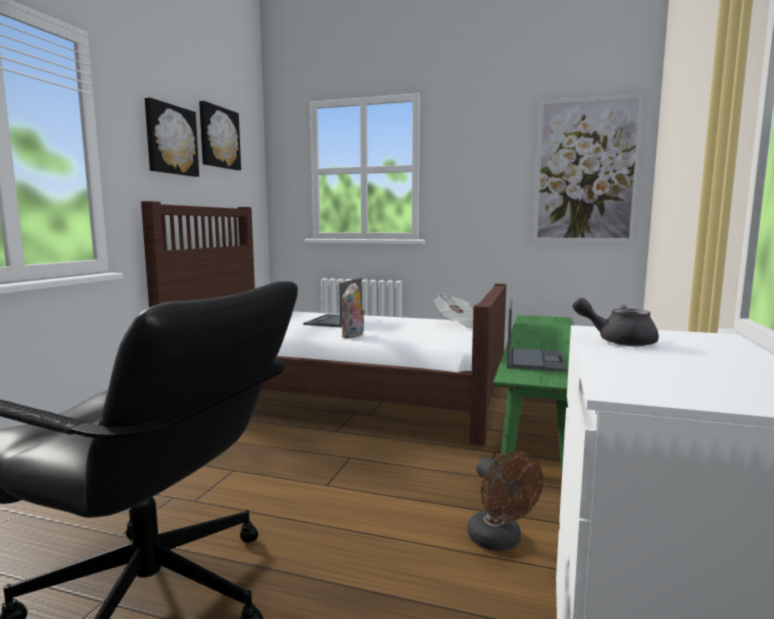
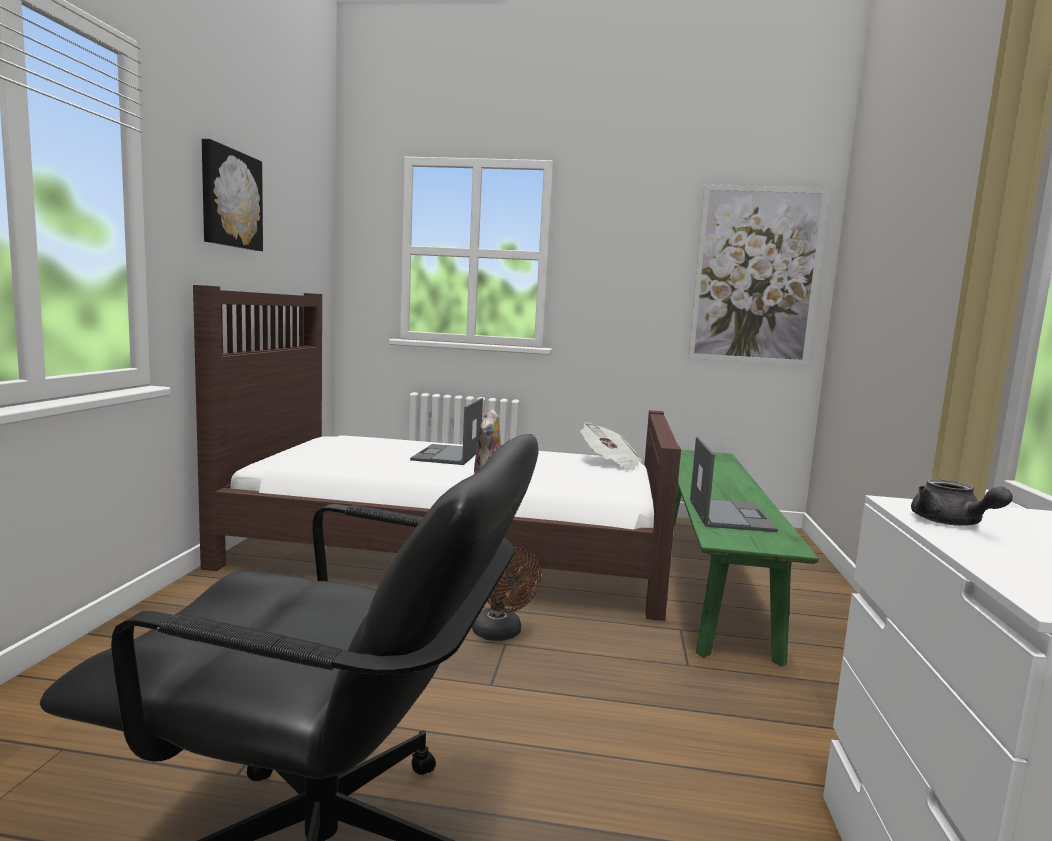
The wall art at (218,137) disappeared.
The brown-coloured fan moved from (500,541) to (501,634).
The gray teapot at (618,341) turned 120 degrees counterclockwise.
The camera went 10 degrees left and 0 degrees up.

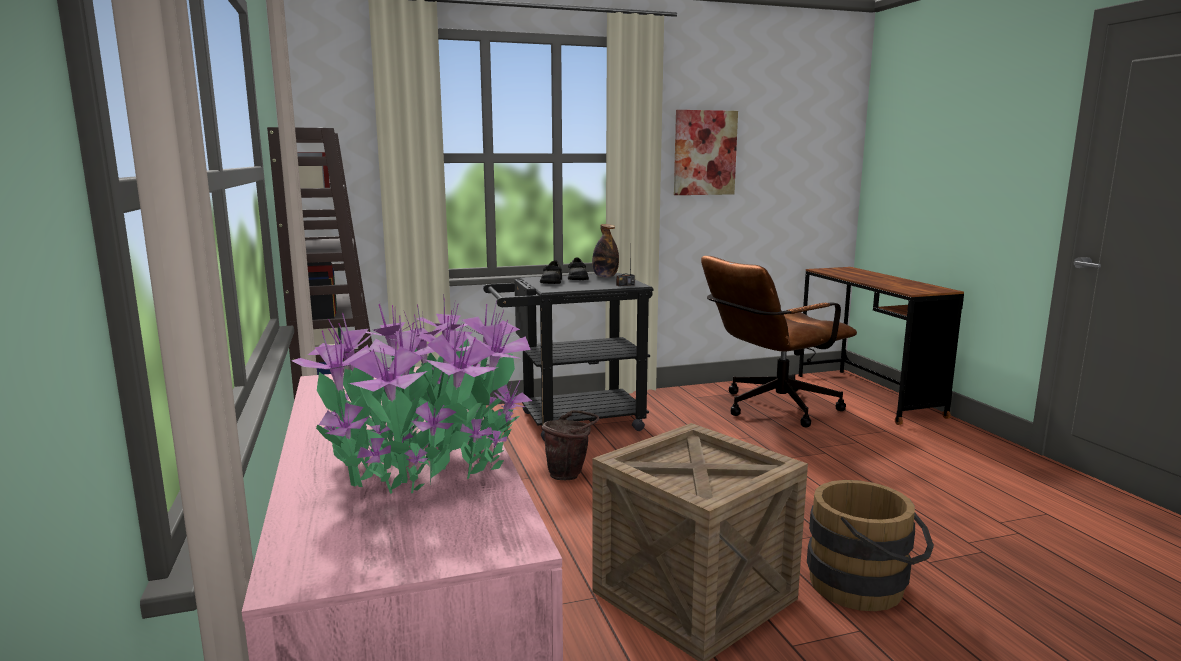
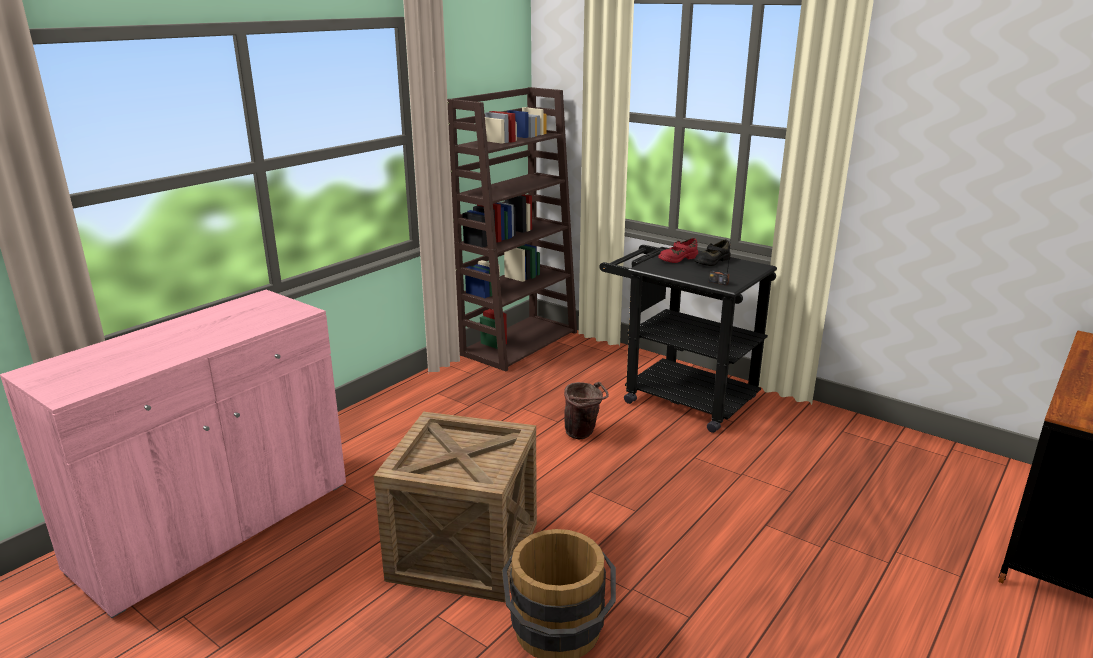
The potted plant at (423,460) disappeared.
The black-coloured shoe at (551,282) became the reddish shoe at (677,259).
The drink bottle at (605,277) disappeared.
The wall art at (704,153) disappeared.
The brown-coloured desk chair at (770,408) disappeared.
The camera went 55 degrees right and 10 degrees up.

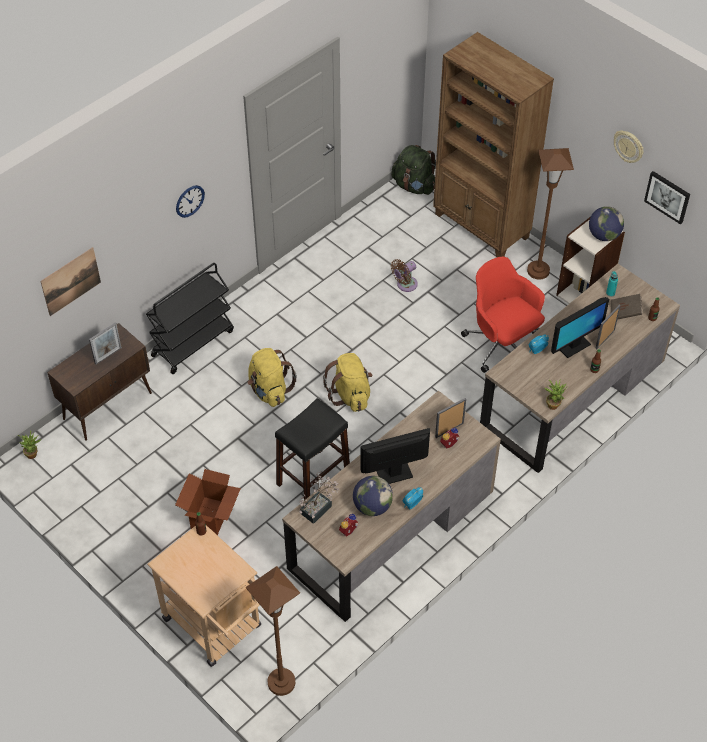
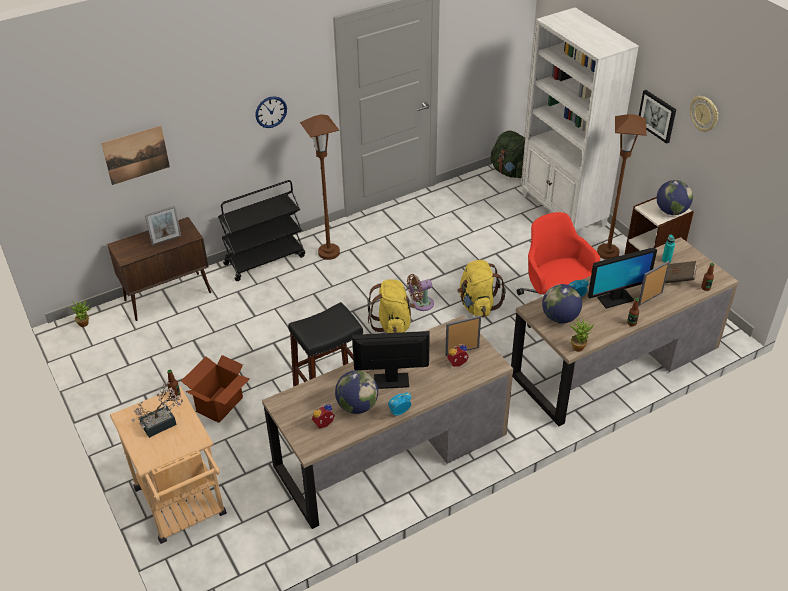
The brown-coloured floor lamp moved from (281,682) to (329,252).
The yellowish knapsack moved from (269,390) to (477,305).
The potted plant moved from (319,507) to (162,423).
The brown-coloured fan moved from (405,285) to (421,304).
The brown-coloured bookcase at (481,226) became the white bookcase at (563,210).
The wall art moved from (667,196) to (657,116).
The globe at (560,318) appeared.
The camera went 15 degrees right and 10 degrees down.

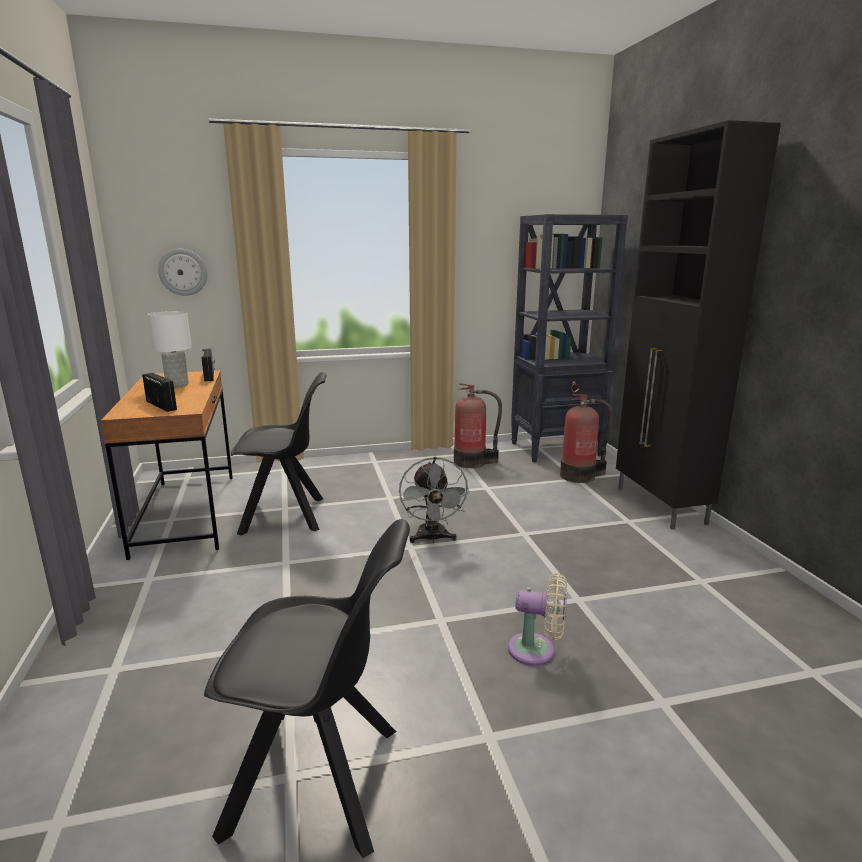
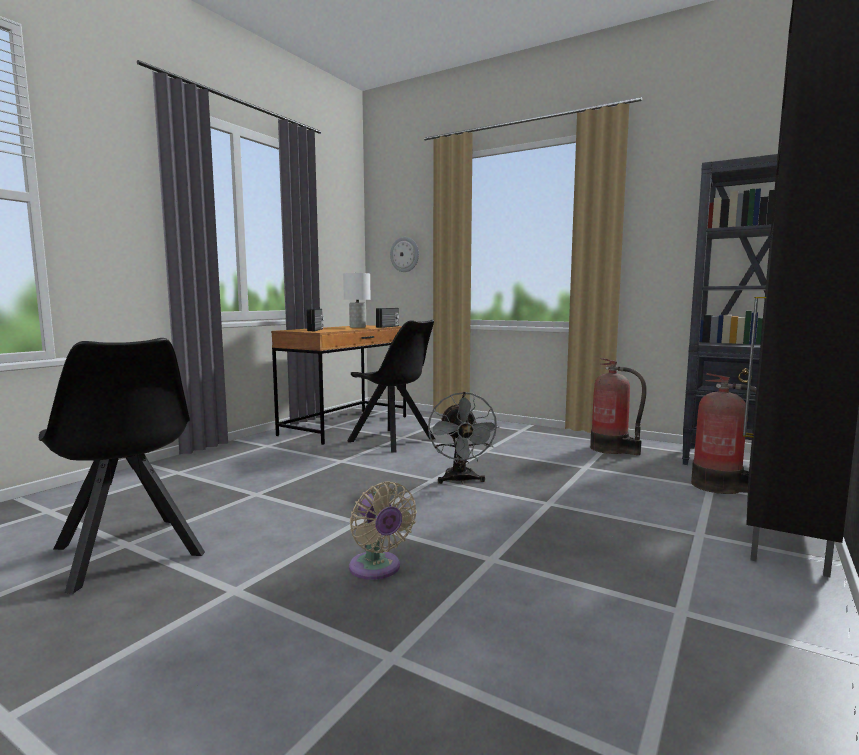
The gray fan at (432,538) turned 45 degrees counterclockwise.
The camera went 45 degrees right and 10 degrees down.

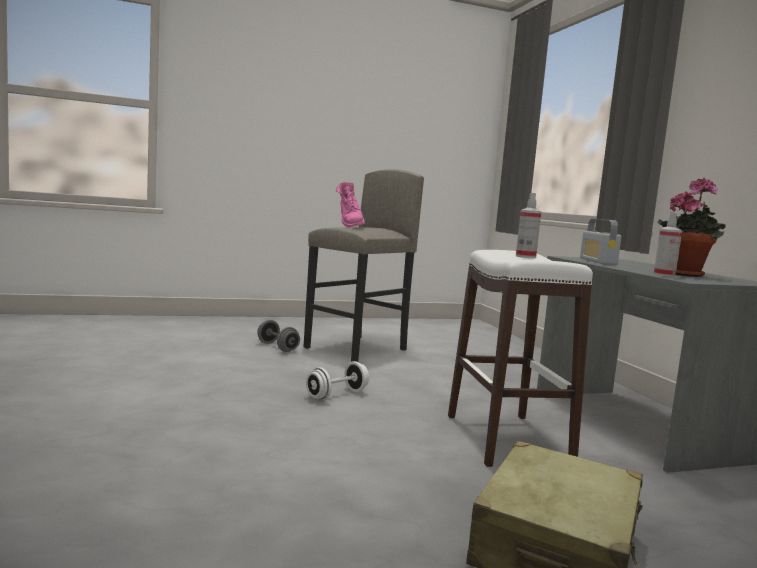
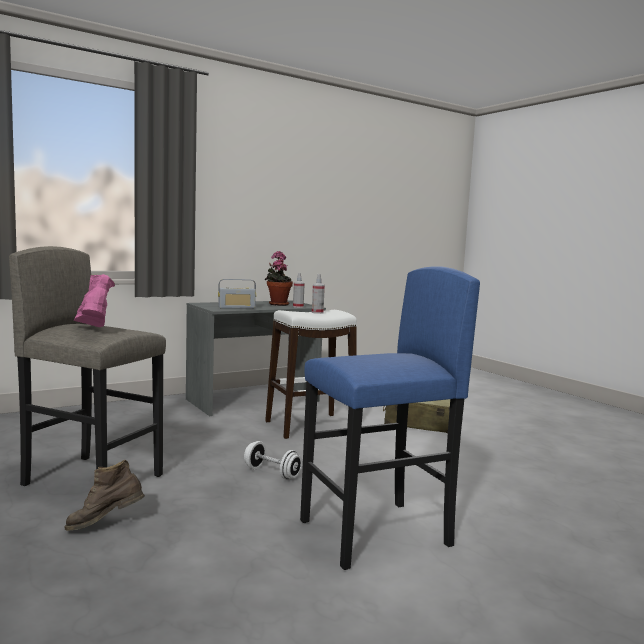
The gray dumbbell at (277,347) was replaced by the brown-coloured tall boot at (105,525).
The pink-coloured tall boot at (349,226) turned 90 degrees counterclockwise.
The blue-coloured stool seat at (376,534) appeared.
The camera went 105 degrees left and 0 degrees up.

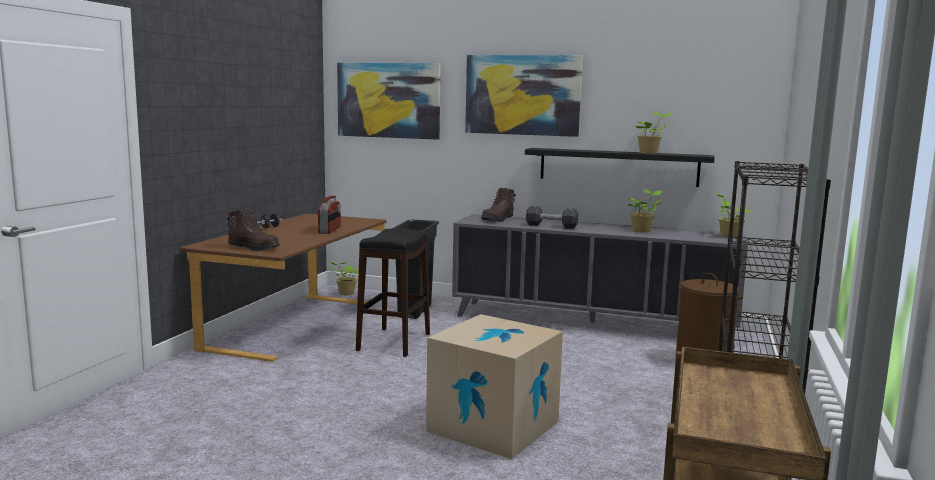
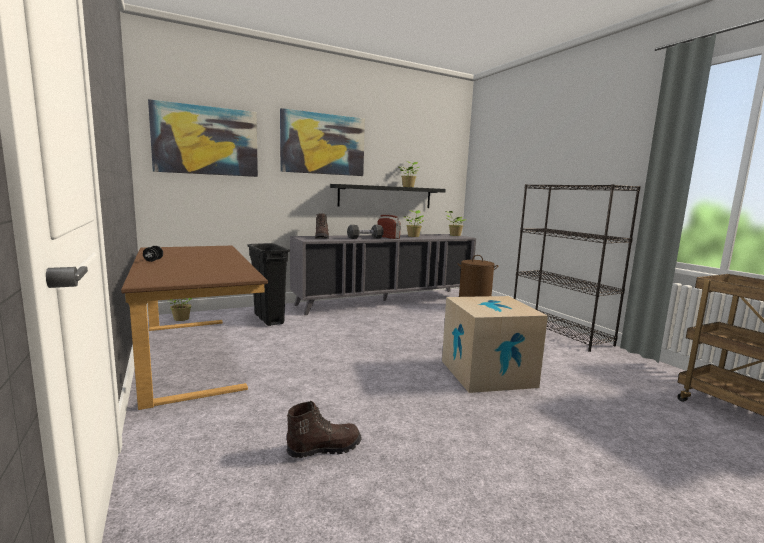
The brown-coloured tall boot moved from (254,248) to (324,448).
The radio set moved from (330,230) to (388,237).
The black-coloured stool seat at (394,342) disappeared.
The camera went 45 degrees left and 0 degrees up.

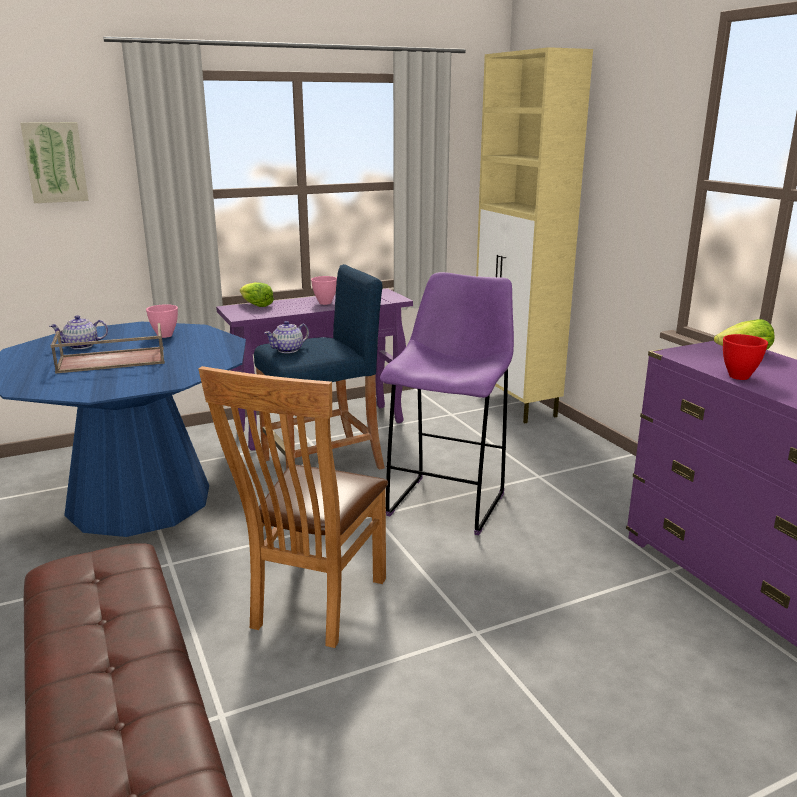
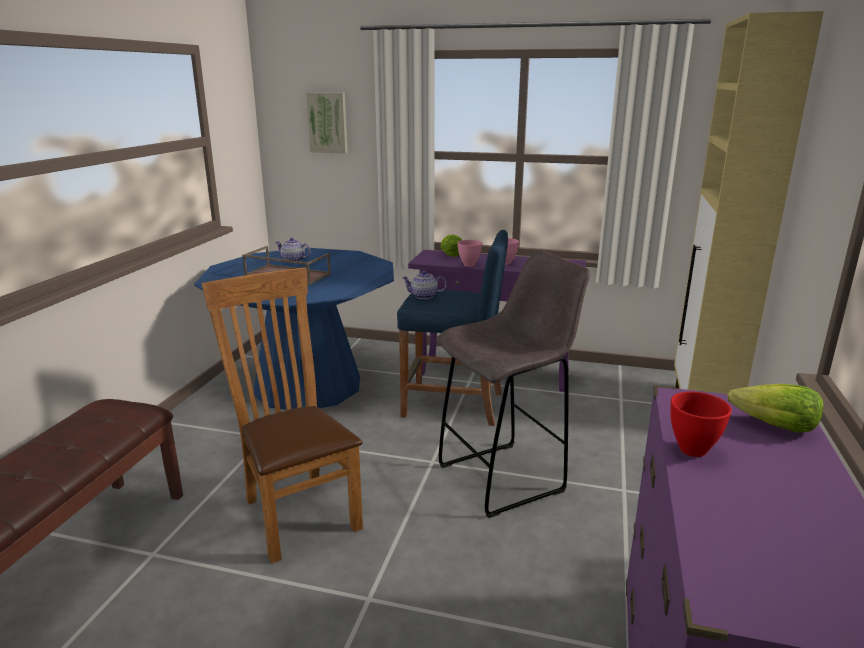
The pink-coloured bowl moved from (164,336) to (468,265).
The brown-coloured plain chair at (313,606) turned 90 degrees clockwise.
The purplish stool seat at (448,502) became the gray stool seat at (504,477).
The camera went 40 degrees right and 0 degrees up.

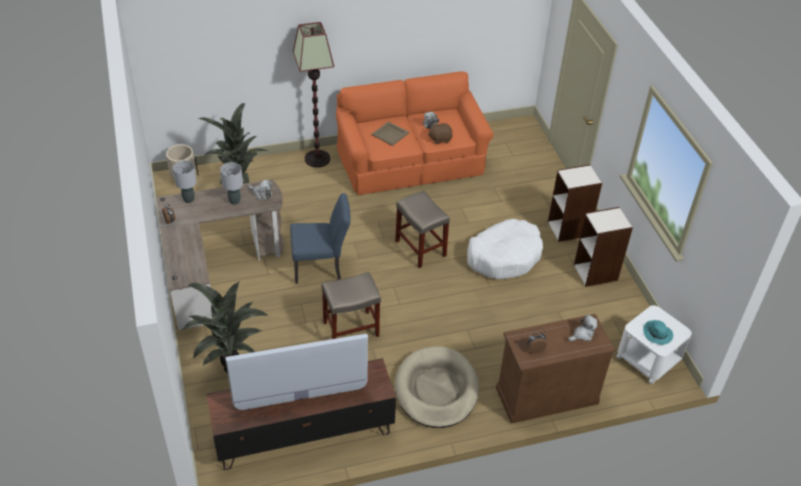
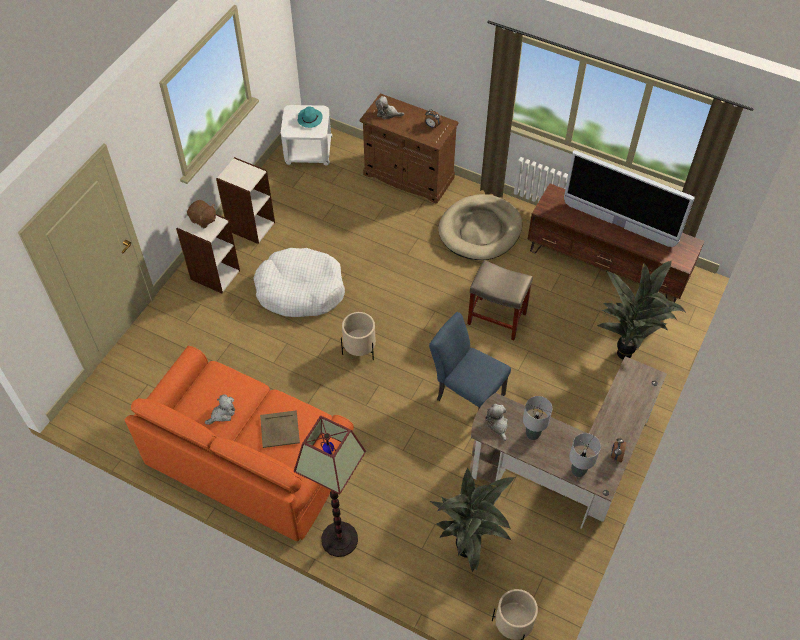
The sand-coloured stool seat at (420,248) was replaced by the sand-coloured planter at (359,349).
The brown-coloured soft toy moved from (440,139) to (203,220).
The camera went 135 degrees left and 10 degrees up.

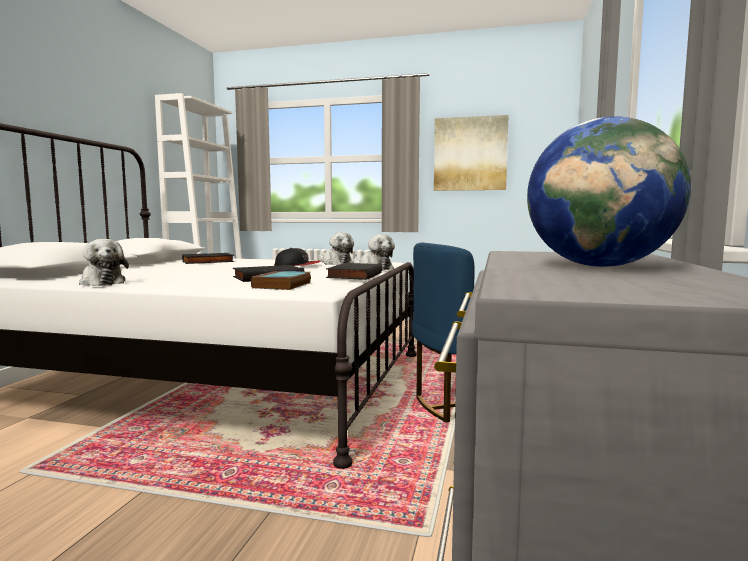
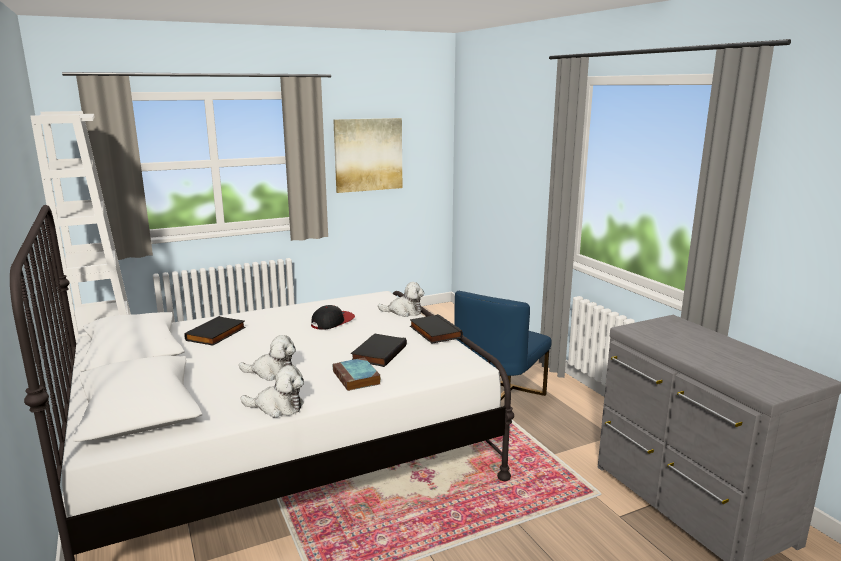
The book moved from (282,285) to (357,378).
The soft toy moved from (335,263) to (272,372).
The globe at (600,266) disappeared.
The camera went 40 degrees left and 10 degrees up.

